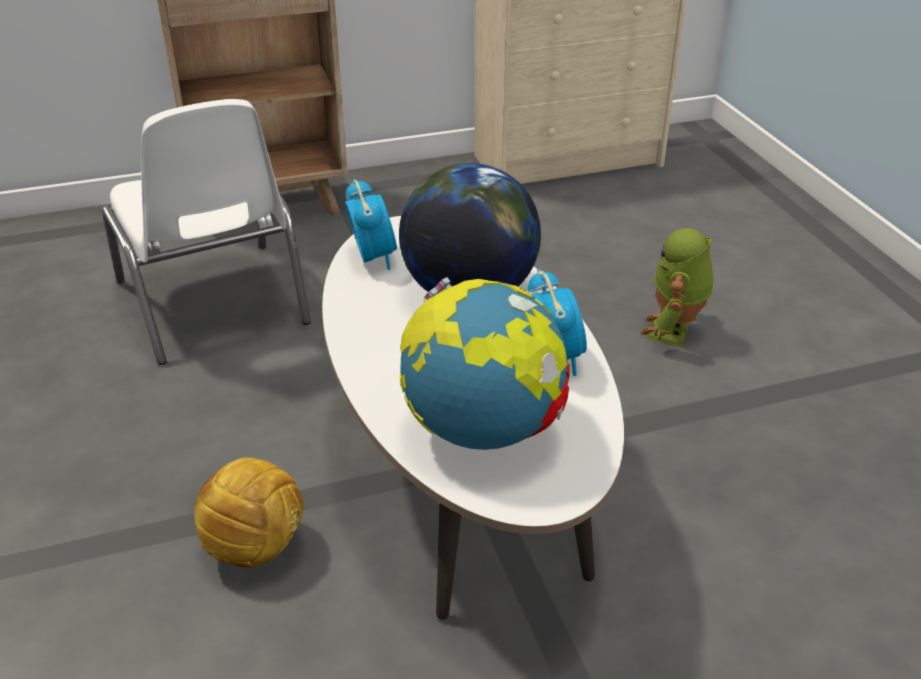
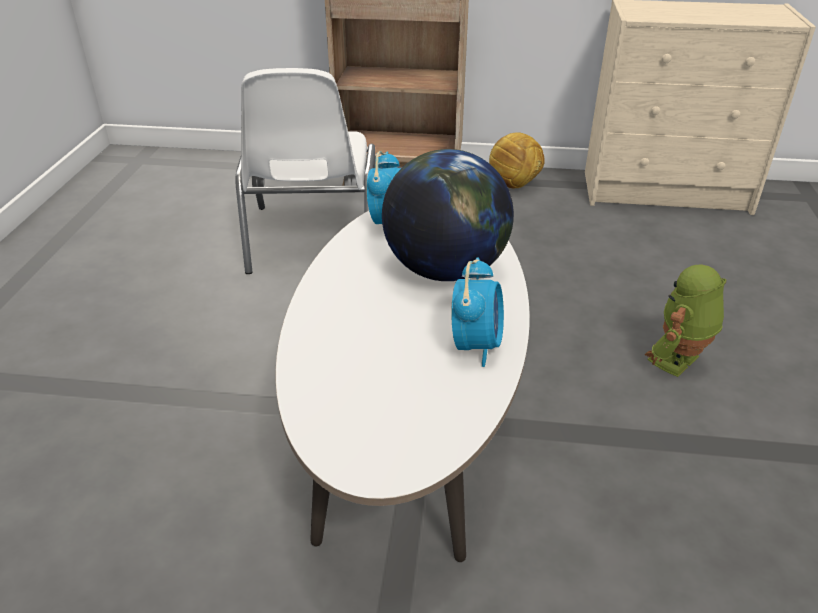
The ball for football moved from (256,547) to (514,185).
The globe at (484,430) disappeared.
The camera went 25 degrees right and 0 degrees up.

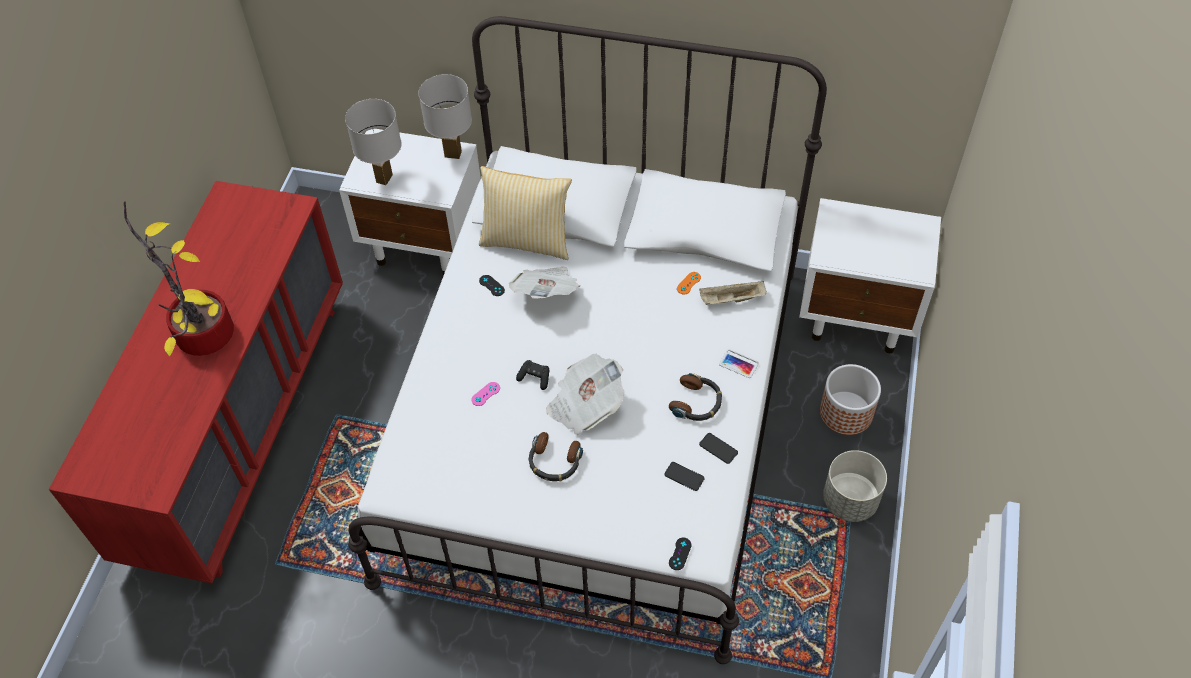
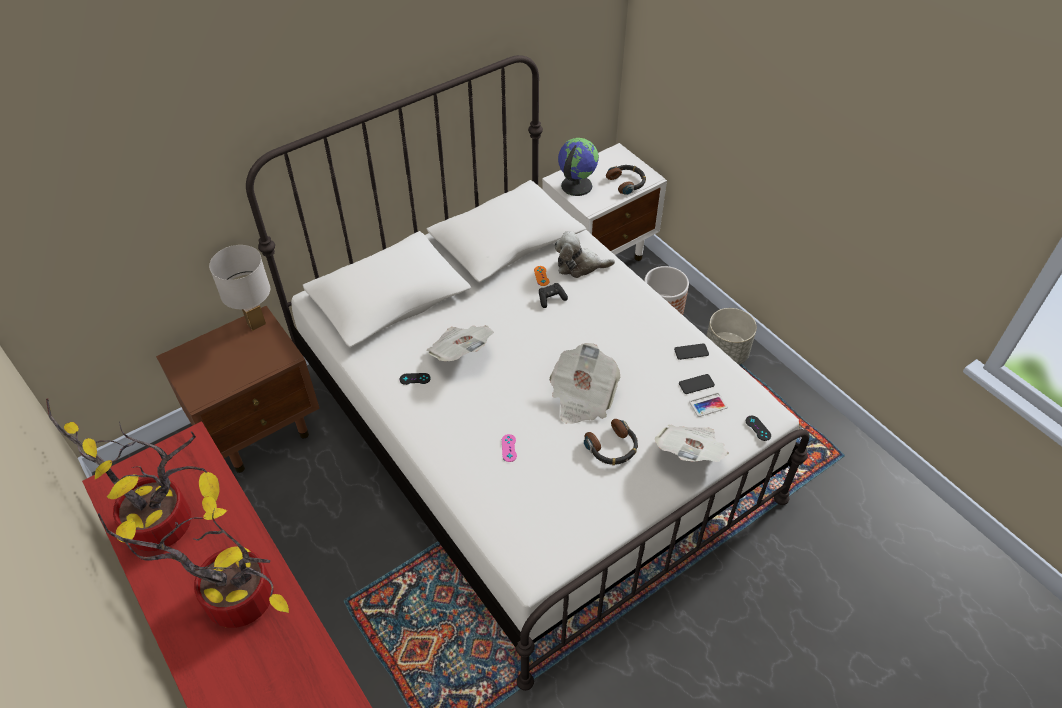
The white night table at (425,243) became the brown-coloured night table at (260,428).
The white tabletop lamp at (384,179) disappeared.
The throw pillow at (527,240) disappeared.
The black-coloured gamepad moved from (535,378) to (551,299).
The headset moved from (697,403) to (627,182).
The sand-coloured carrying tray at (731,300) was replaced by the soft toy at (579,265).
The telephone moved from (738,364) to (708,405).
The potted plant at (166,521) appeared.
The globe at (576,185) appeared.
The daily paper at (690,453) appeared.
The camera went 50 degrees left and 5 degrees down.

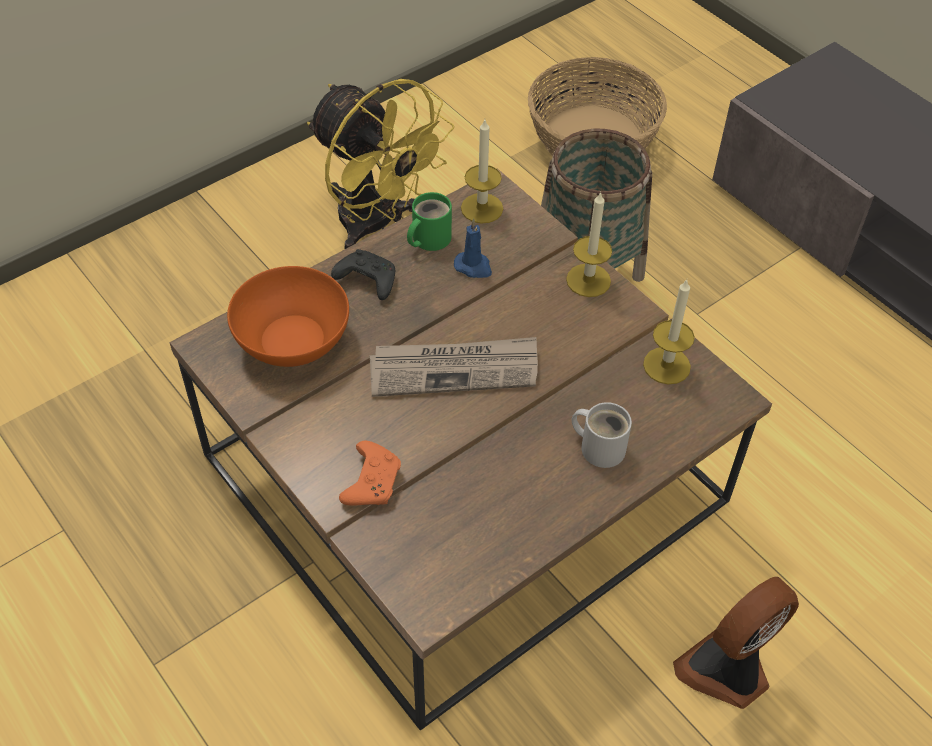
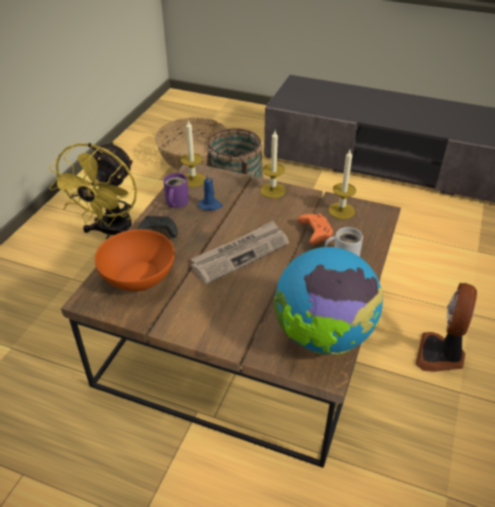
The yellowish fan at (377,225) turned 90 degrees clockwise.
The orangey gamepad moved from (372,481) to (314,233).
The greenish tea mug at (428,238) became the purplish tea mug at (175,202).
The globe at (323,336) appeared.
The camera went 30 degrees left and 10 degrees down.

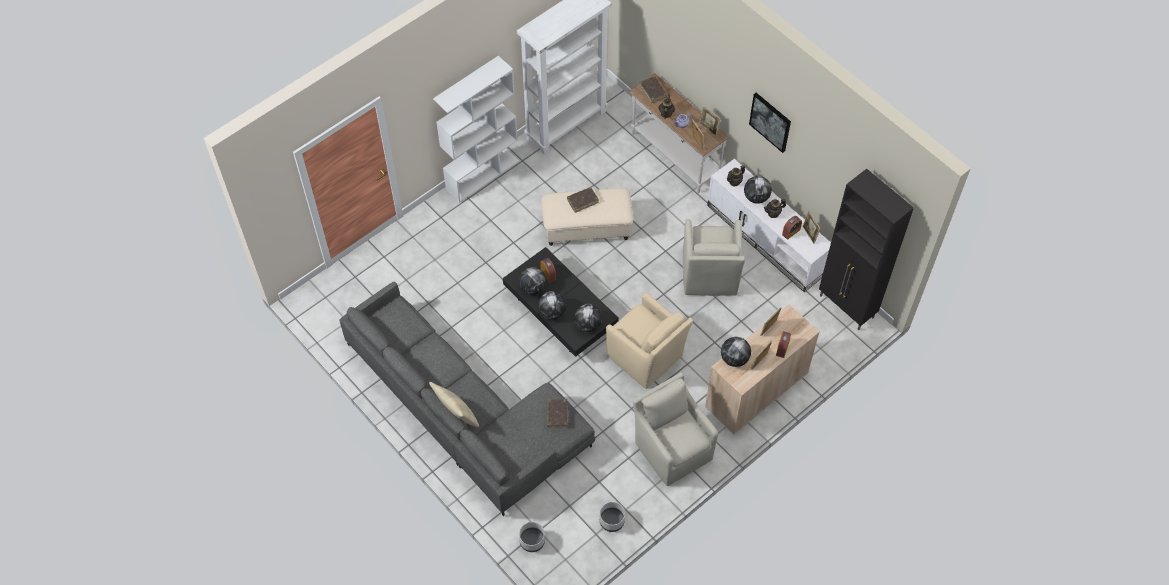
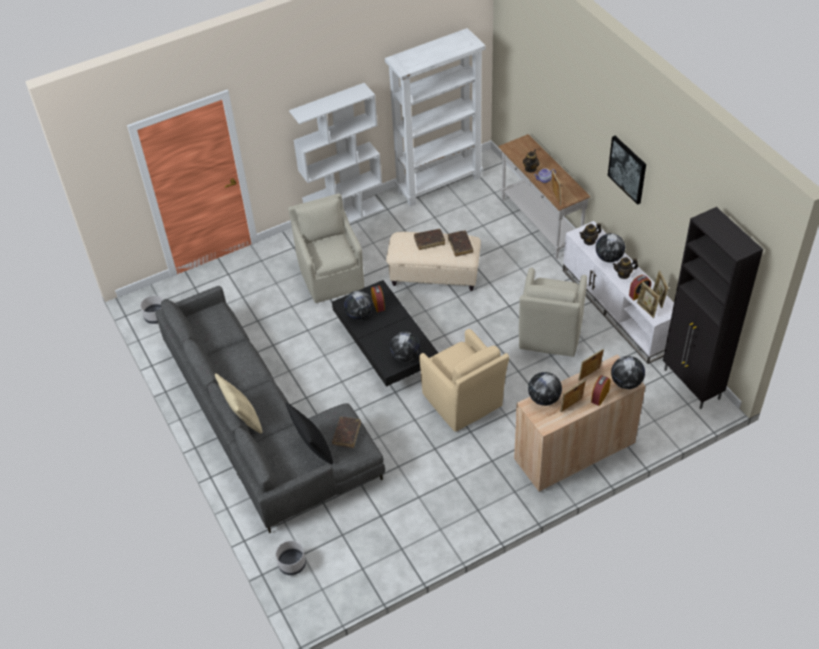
The globe moved from (552,312) to (626,383).
The gray planter moved from (612,521) to (156,316).
The sand-coloured armchair moved from (672,448) to (331,276).
The brown-coloured book moved from (653,92) to (460,245).
The standing frame moved from (708,129) to (646,310).
The black-coloured throw pillow at (313,448) appeared.
The camera went 15 degrees right and 10 degrees down.

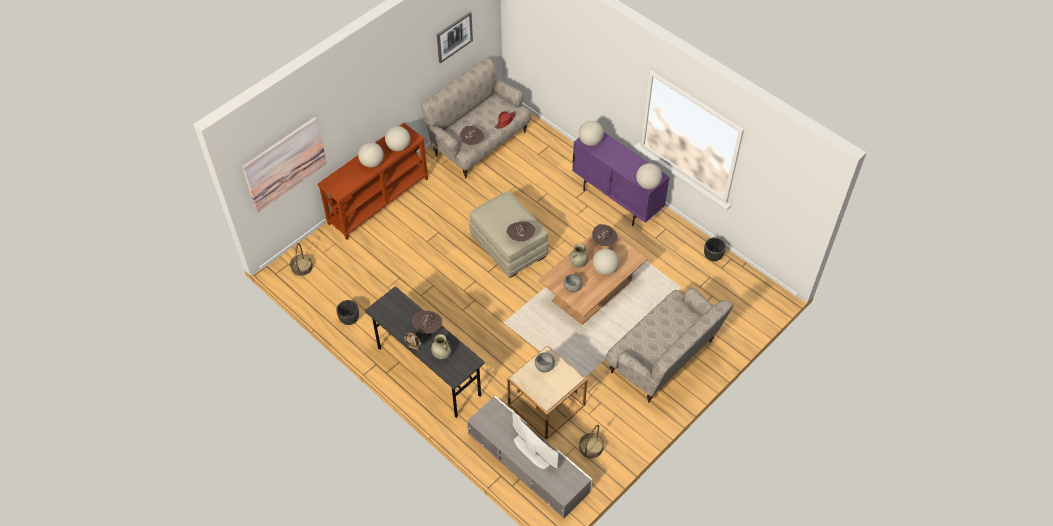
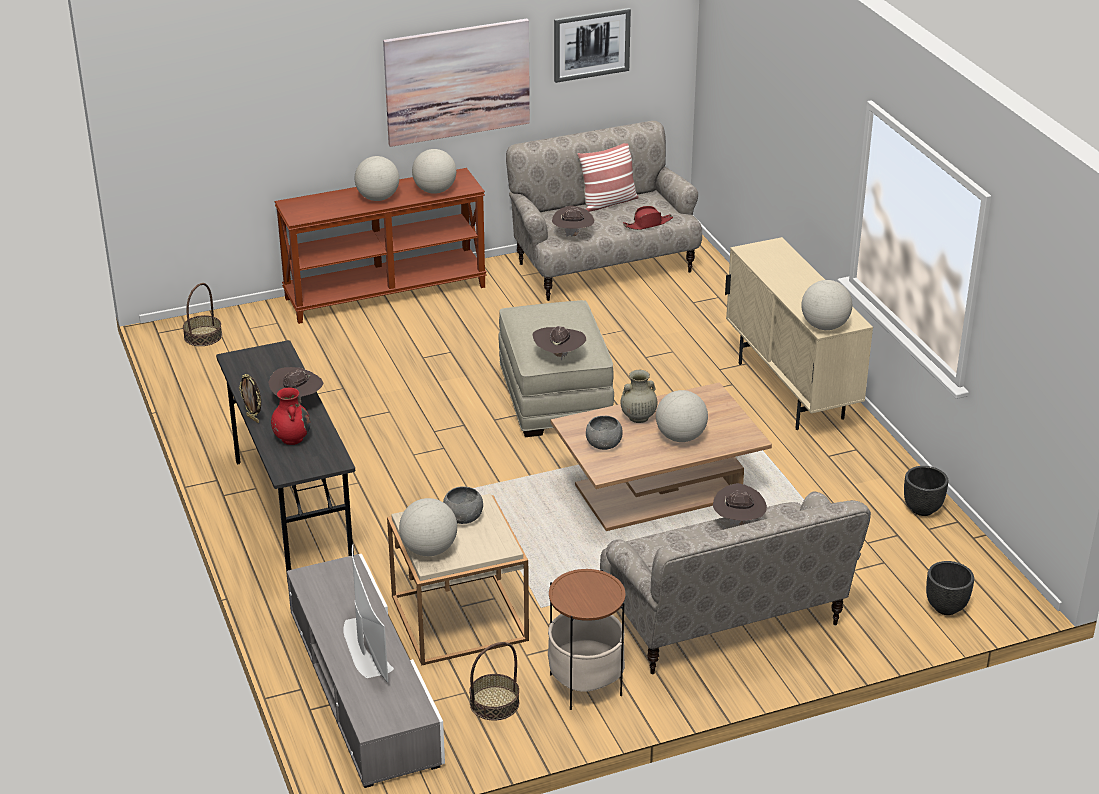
The wall art moved from (285,164) to (457,81).
The black-coloured planter moved from (350,320) to (946,608).
The sand-coloured decorative vase at (442,354) became the reddish decorative vase at (292,438).
The purplish cupboard at (616,201) became the sand-coloured cupboard at (790,391).
The globe moved from (590,141) to (429,550).
The brown-coloured wearable hat moved from (604,242) to (738,522).
The side table at (585,685) appeared.
The throw pillow at (608,203) appeared.
The camera went 25 degrees right and 20 degrees down.

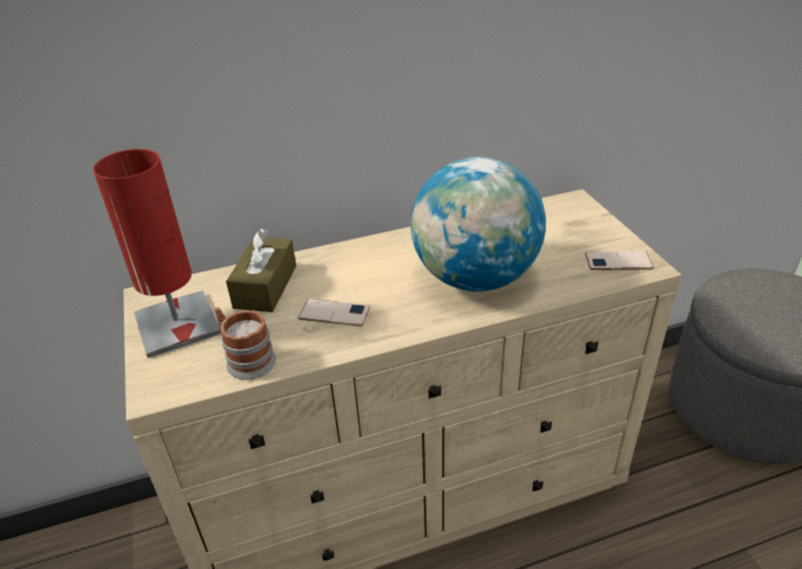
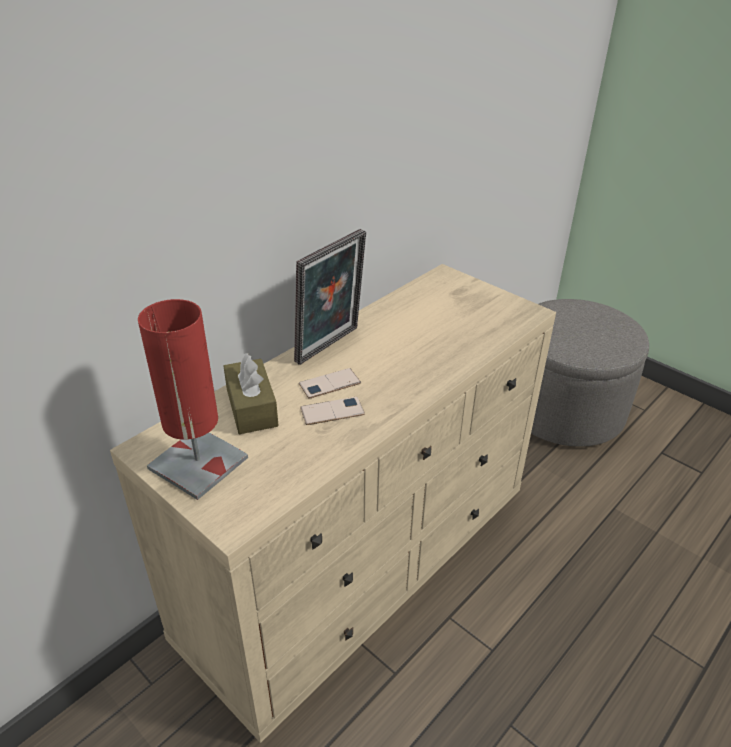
The tea mug at (246,359) disappeared.
The globe at (475,278) disappeared.
The telephone moved from (618,261) to (329,384).
The standing frame at (331,346) appeared.
The camera went 30 degrees left and 0 degrees up.

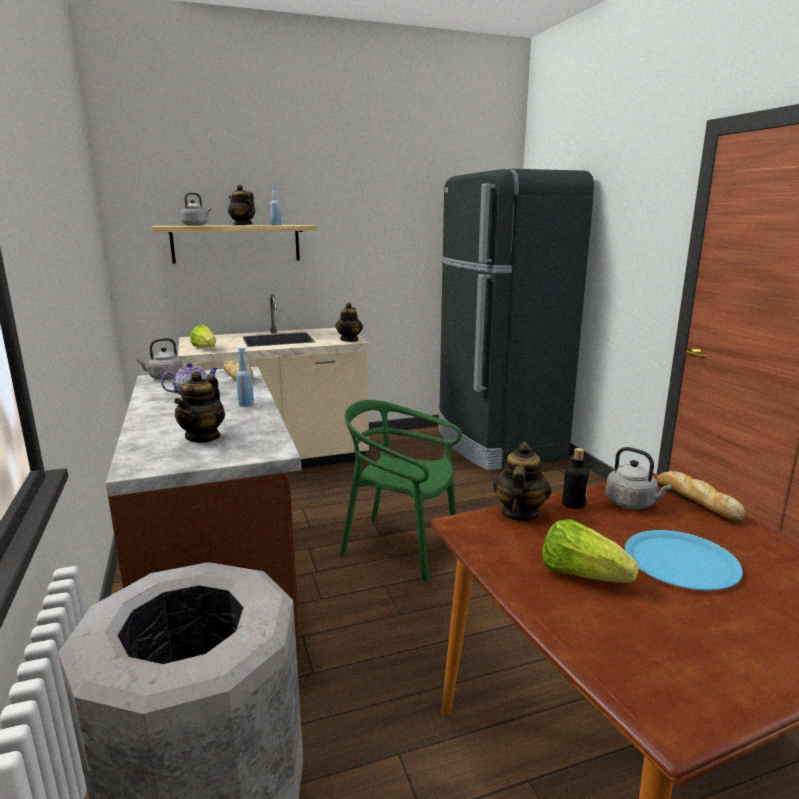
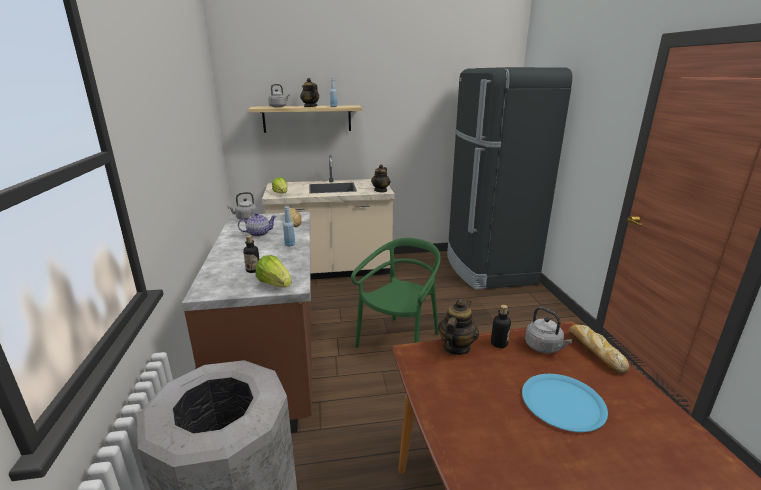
The teapot at (203,437) was replaced by the drink bottle at (253,270).
The greenish plain chair at (401,545) turned 90 degrees clockwise.
The lettuce moved from (581,575) to (275,284).
The camera went 10 degrees right and 5 degrees up.

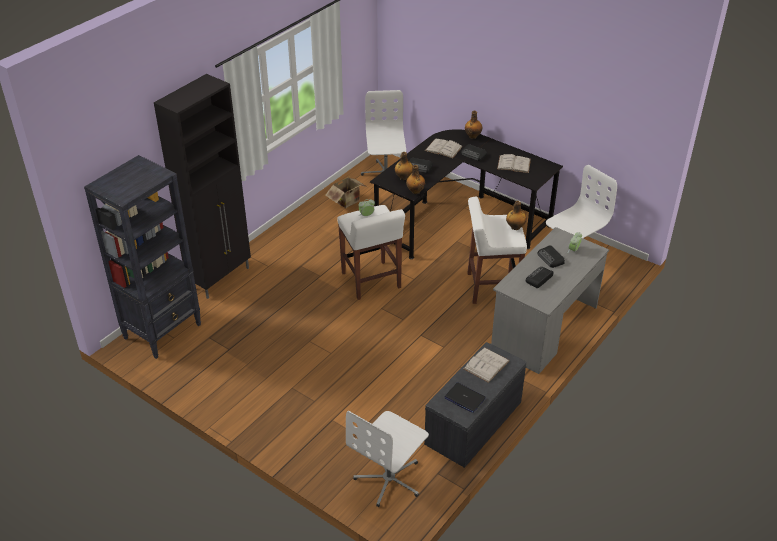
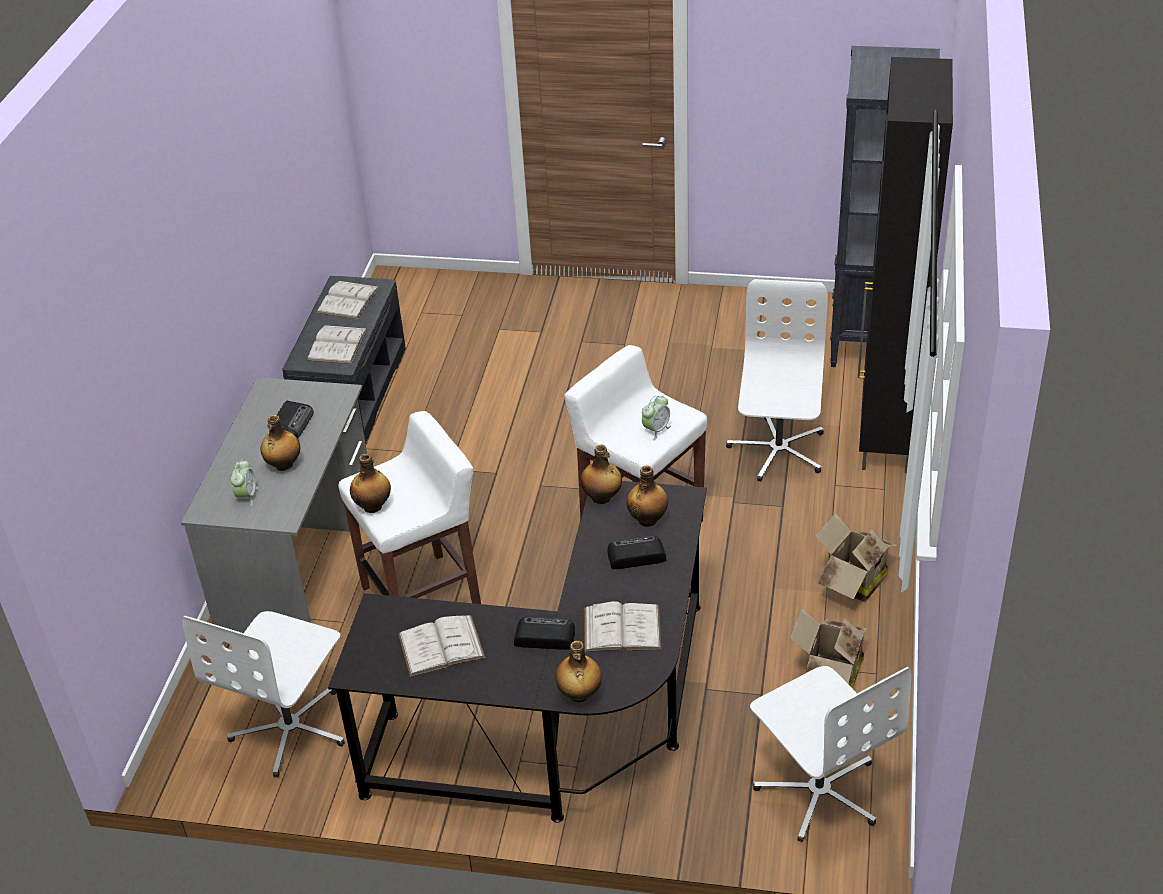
The white desk chair moved from (389,479) to (777,450).
The laptop at (464,398) was replaced by the white book at (348,300).
The radio set at (551,259) was replaced by the drink bottle at (283,465).
The cardboard box at (851,582) appeared.
The camera went 155 degrees right and 0 degrees up.

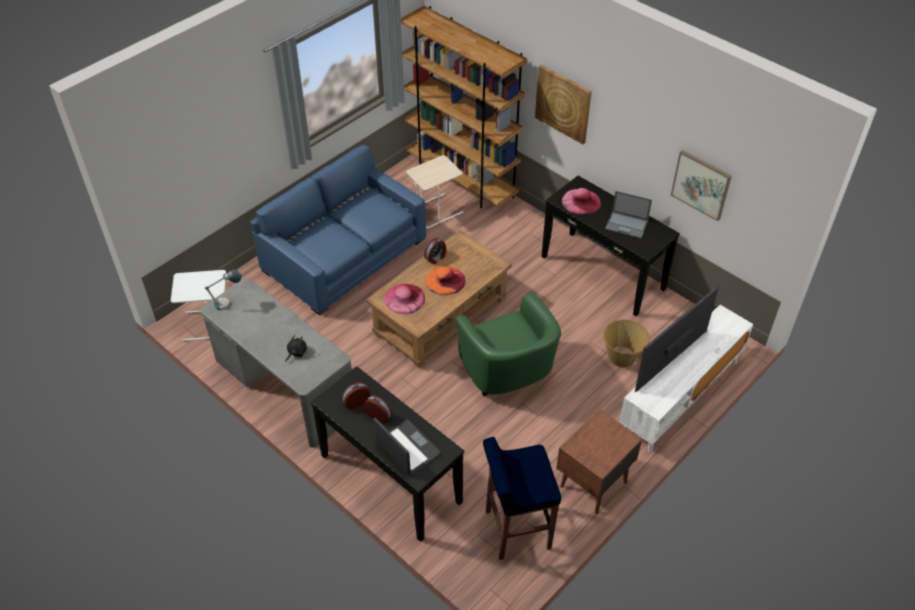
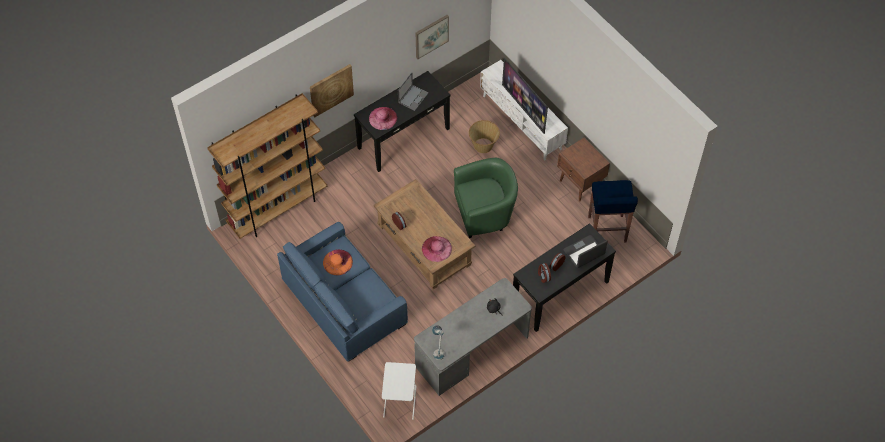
The sand-coloured side table at (435,211) disappeared.
The orangey wearable hat moved from (445,280) to (338,262).
The camera went 80 degrees left and 10 degrees up.

